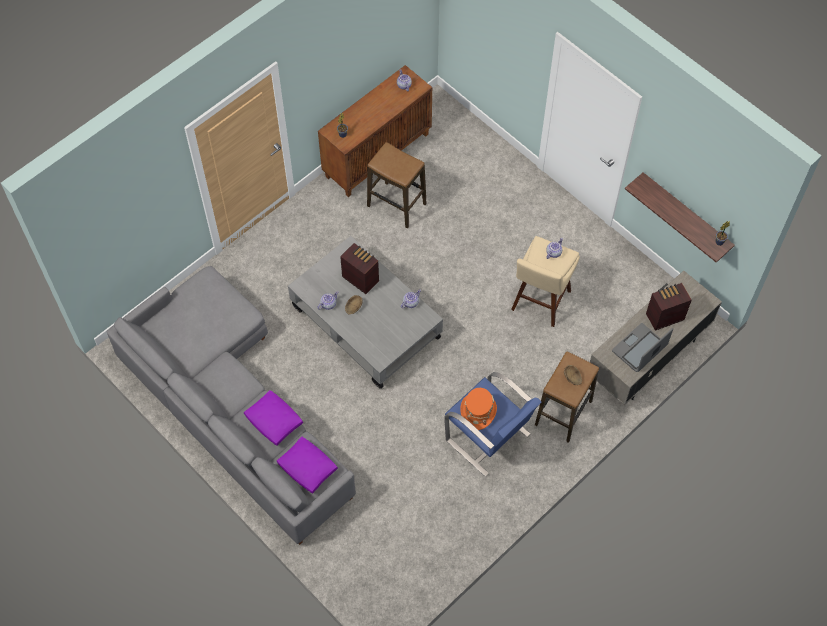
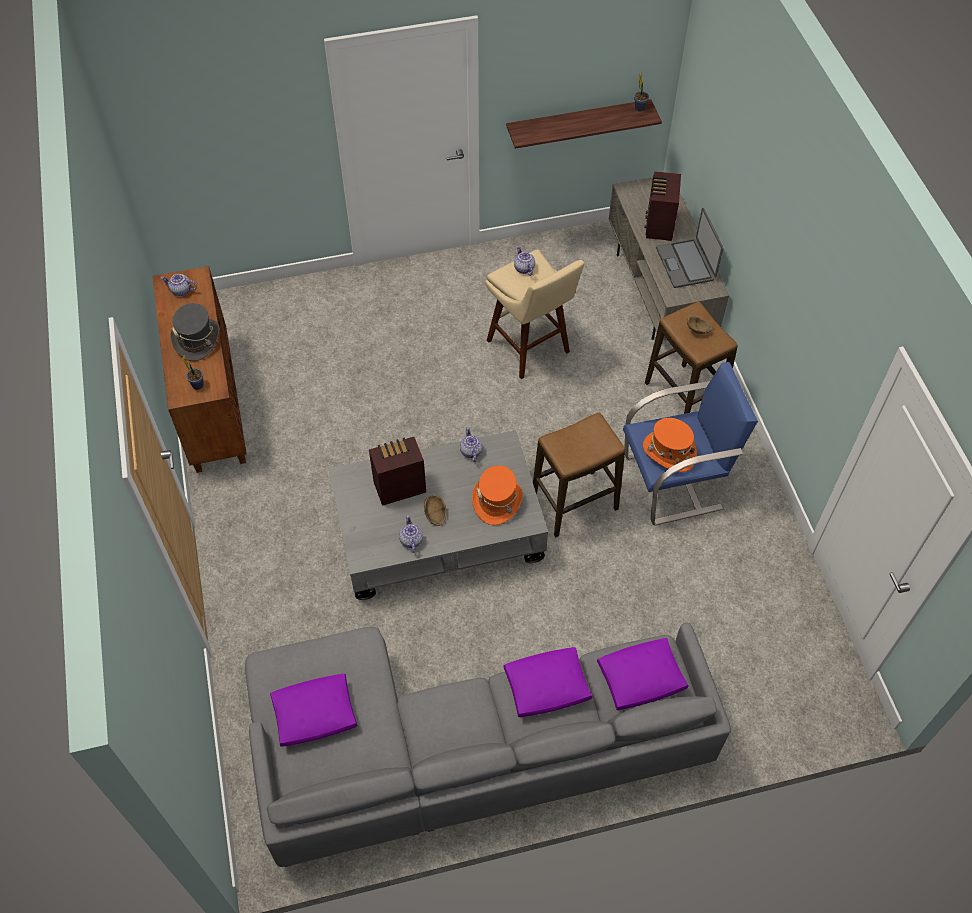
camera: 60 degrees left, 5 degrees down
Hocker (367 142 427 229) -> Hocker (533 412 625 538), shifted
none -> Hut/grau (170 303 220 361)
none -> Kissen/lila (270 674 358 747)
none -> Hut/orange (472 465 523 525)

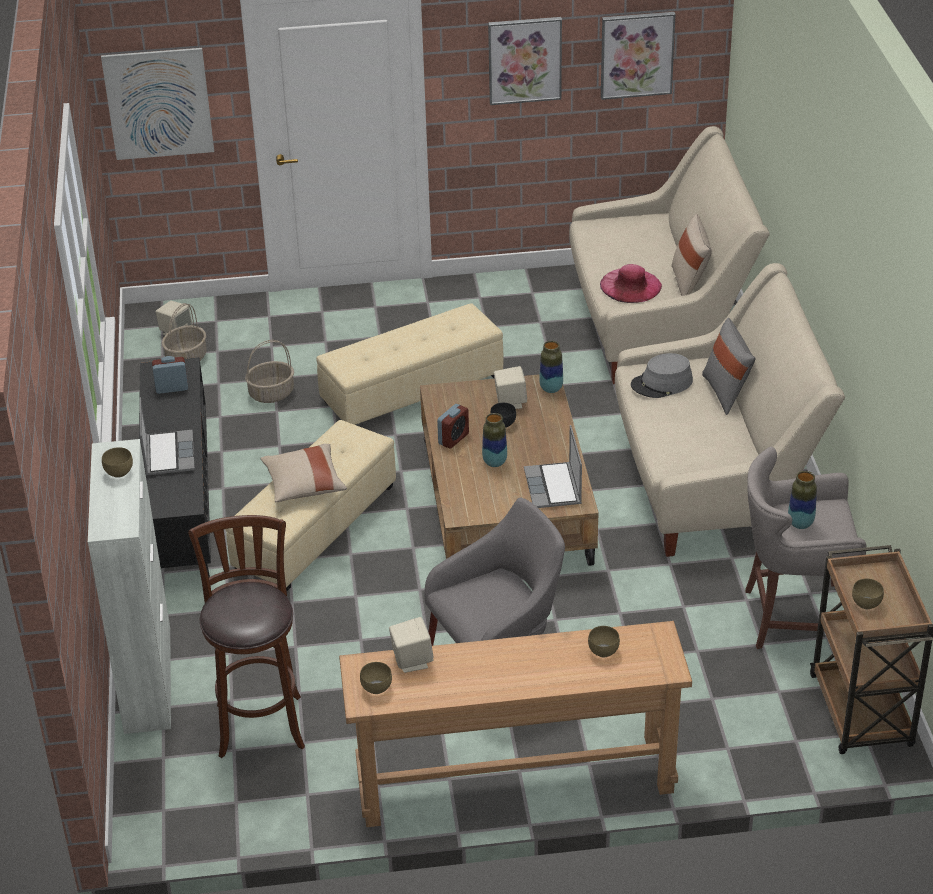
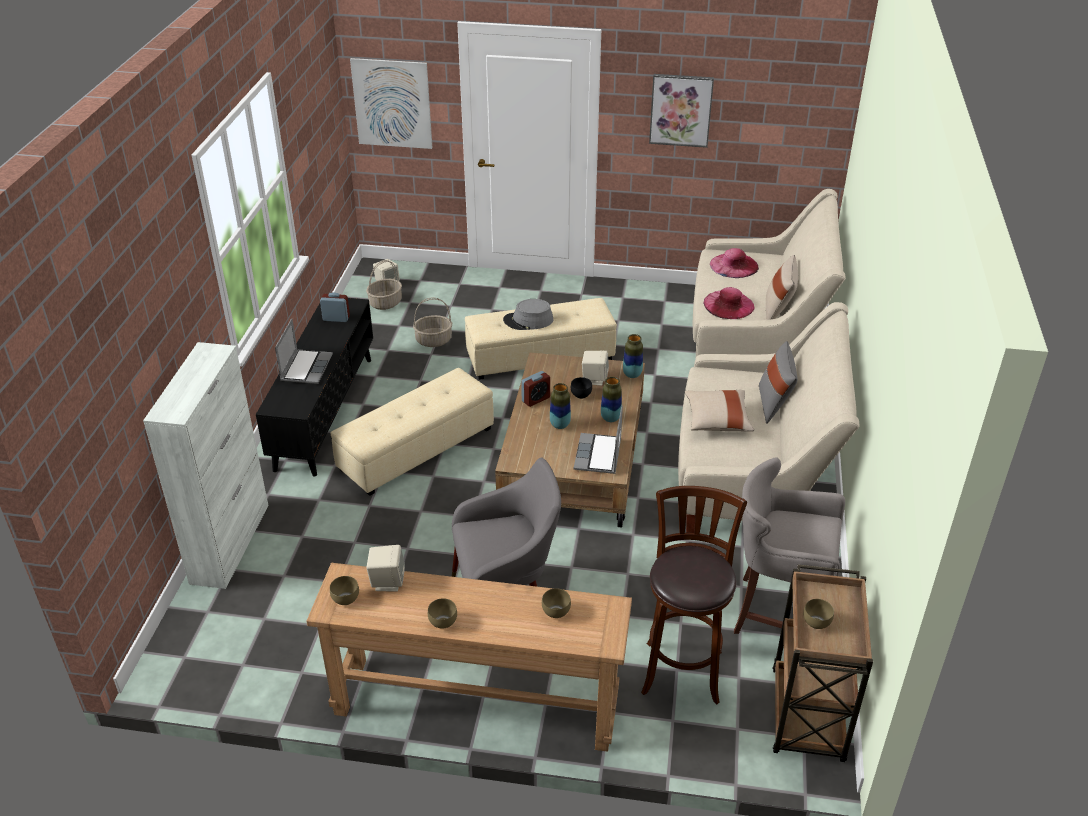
camera: 15 degrees right, 0 degrees up
Schüssel/braun (102 447 133 478) -> Schüssel/braun (428 598 457 629), shifted
Hocker/braun (188 515 305 758) -> Hocker/braun (641 486 747 704), shifted
Kissen/beige (261 444 347 502) -> Kissen/beige (685 390 754 432), shifted
Bild (601 12 676 100) -> none
Hut/grau (631 353 693 398) -> Hut/grau (503 299 553 330), shifted
Vase (788 471 817 529) -> Vase (601 377 622 422), shifted
none -> Hut/rosa (710 248 759 278)

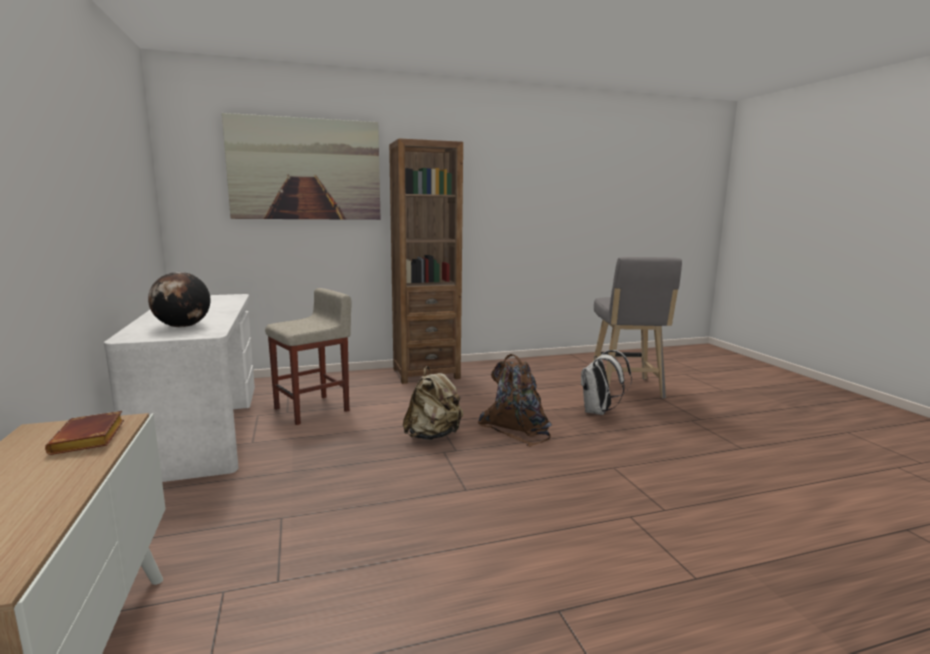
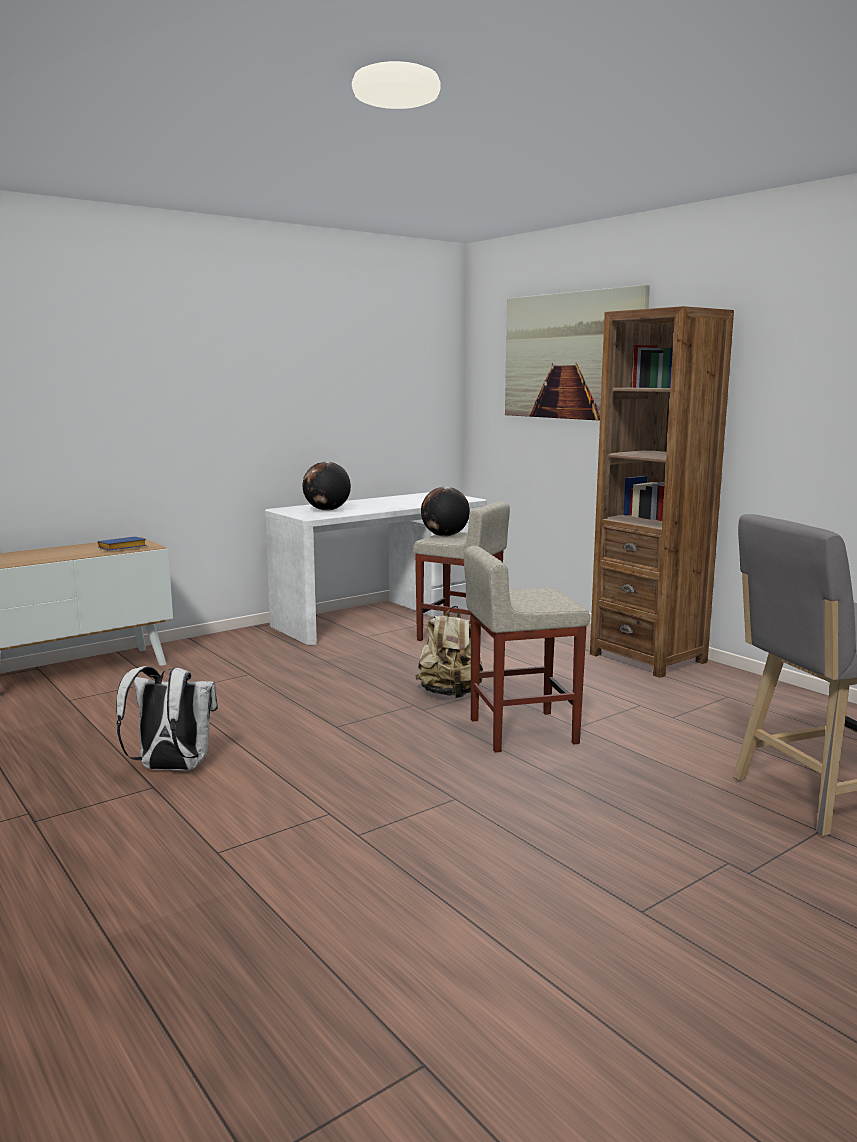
camera: 70 degrees right, 0 degrees up
Buch/braun (45 411 124 455) -> Buch/blau (98 537 147 551)
Rucksack/braun (478 354 552 447) -> Hocker/beige (464 546 590 753)
Rucksack/weiß (581 350 632 415) -> Rucksack/weiß (116 666 218 770), shifted
none -> Globus (421 487 470 536)

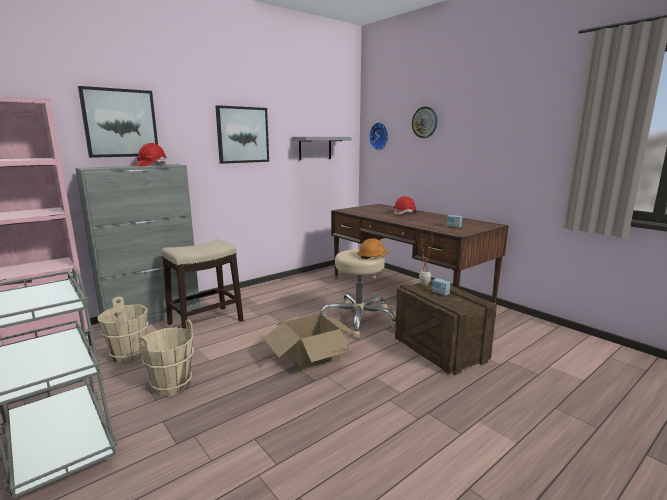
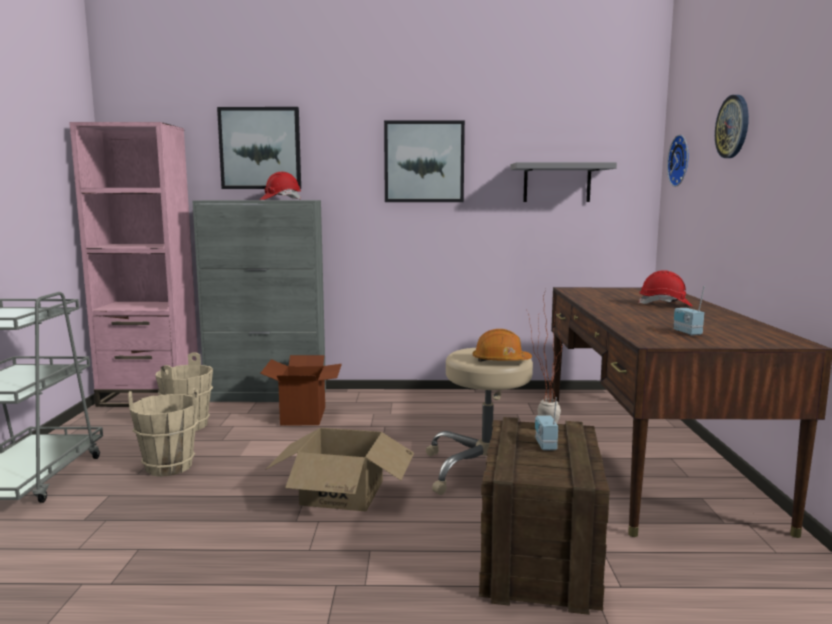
camera: 40 degrees right, 5 degrees down
Hocker (161 239 243 329) -> Karton (260 355 342 426)

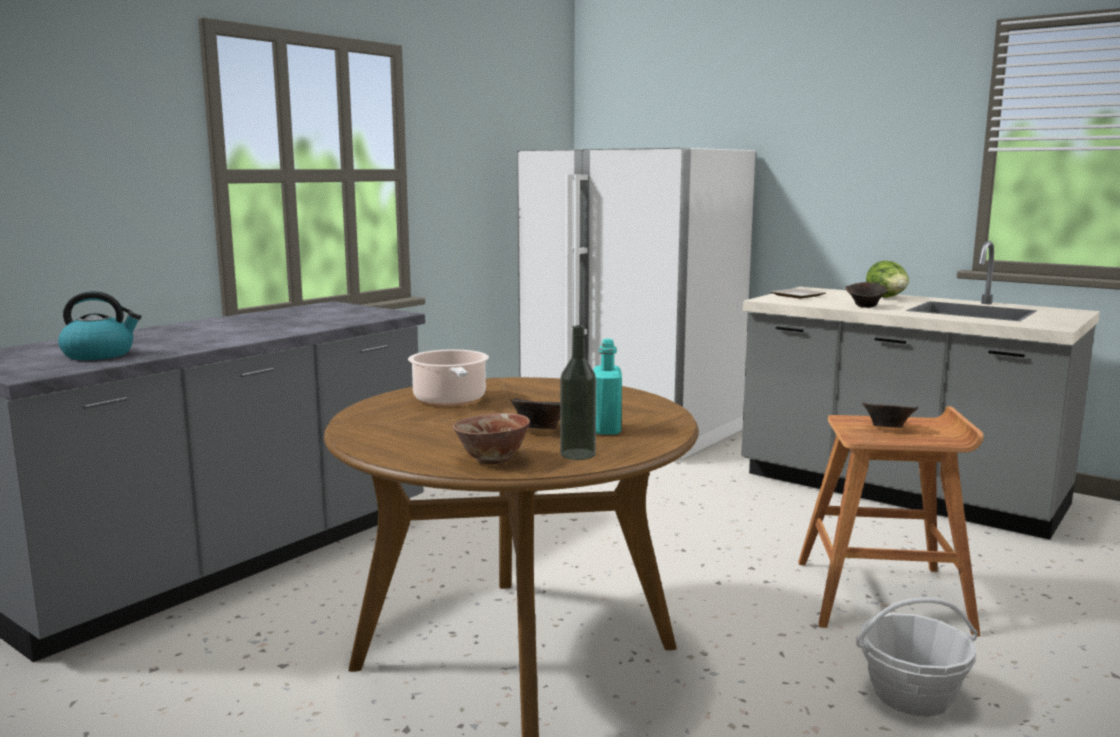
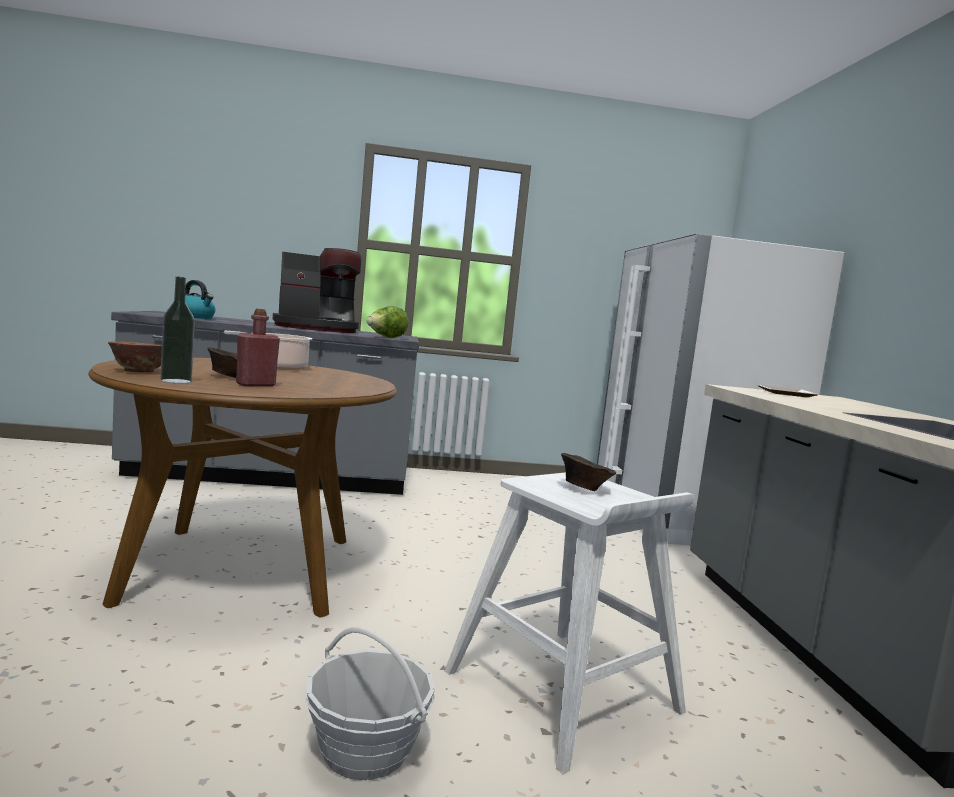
camera: 45 degrees right, 5 degrees down
Flasche/türkis (594 339 622 434) -> Flasche/rot (236 309 280 386)
Hocker/braun (798 406 984 637) -> Hocker/weiß (445 472 694 774)
Schüssel/braun (846 282 887 308) -> none
Salatkopf (866 261 909 298) -> Salatkopf (366 306 409 338), shifted
none -> Kaffeemaschine (273 248 361 333)

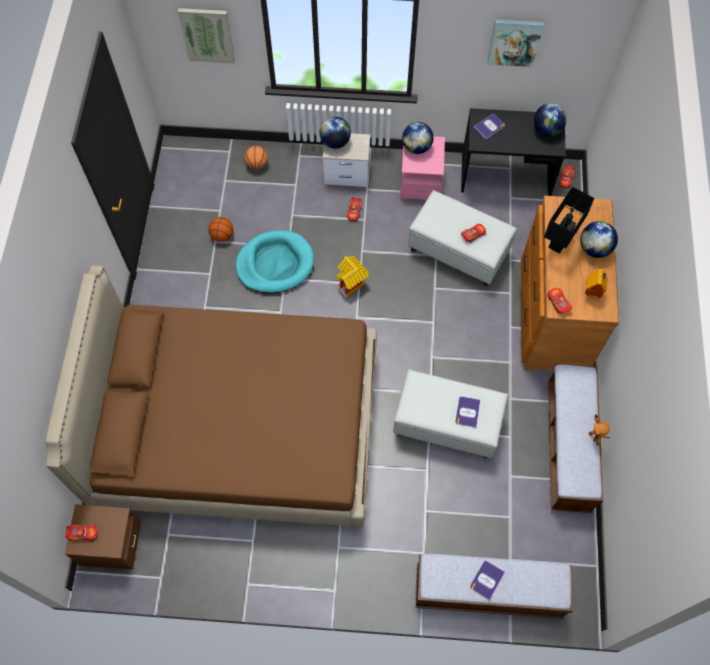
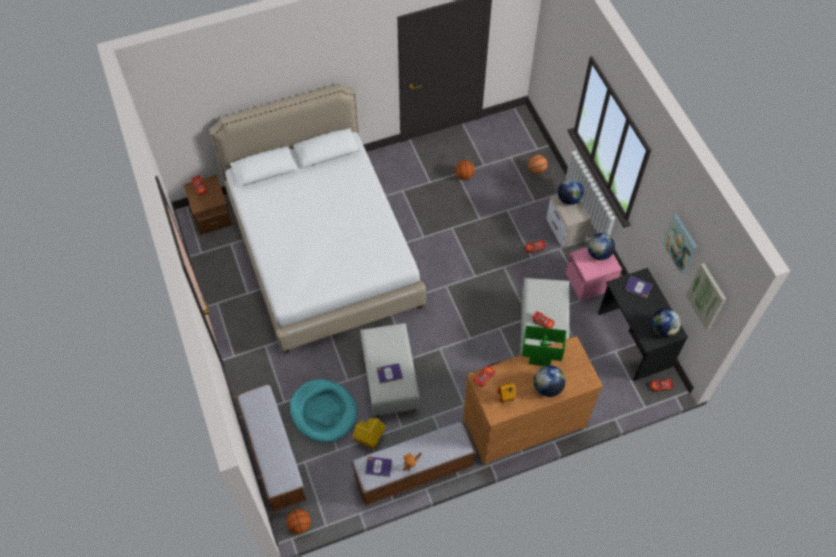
camera: 65 degrees right, 5 degrees down
Bett/braun (45 266 377 528) -> Bett/weiß (209 83 426 354)
Bild (178 8 235 64) -> Bild (686 263 726 330), shifted
Hundebett/türkis (235 230 314 294) -> Hundebett/türkis (290 379 357 443), shifted
Spielzeughaus (337 256 369 298) -> Spielzeughaus (353 418 386 449), shifted
Buch (470 561 505 600) -> Buch (365 457 392 477), shifted
Tischlampe/schwarz (544 187 594 253) -> Tischlampe/grün (522 325 566 366)
none -> Basketball (287 509 311 534)

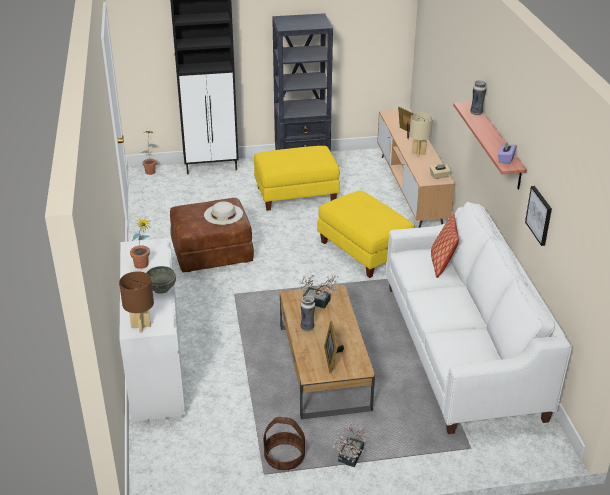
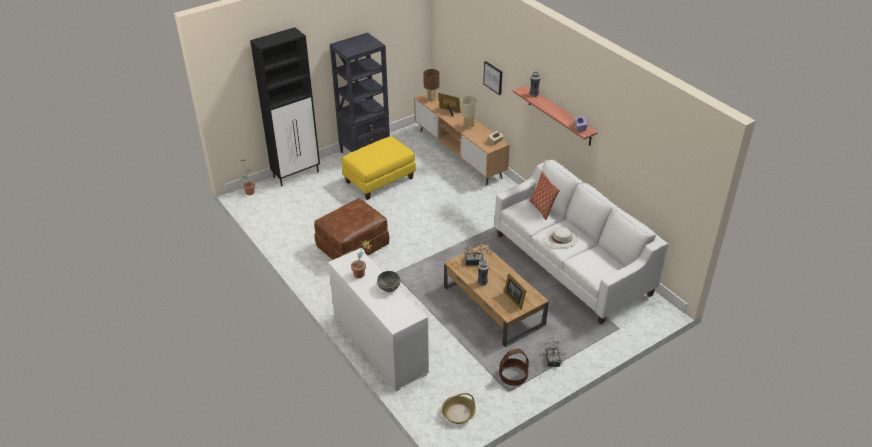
camera: 25 degrees left, 5 degrees up
Tischlampe/braun (119 271 154 333) -> Tischlampe/braun (423 69 440 101), shifted
Hut/weiß (204 202 243 225) -> Hut/weiß (546 227 578 248), shifted
Polsterhocker/gelb (317 190 415 278) -> none
Bild (525 186 552 246) -> Bild (483 61 502 95), shifted
none -> Korb (441 393 476 424)

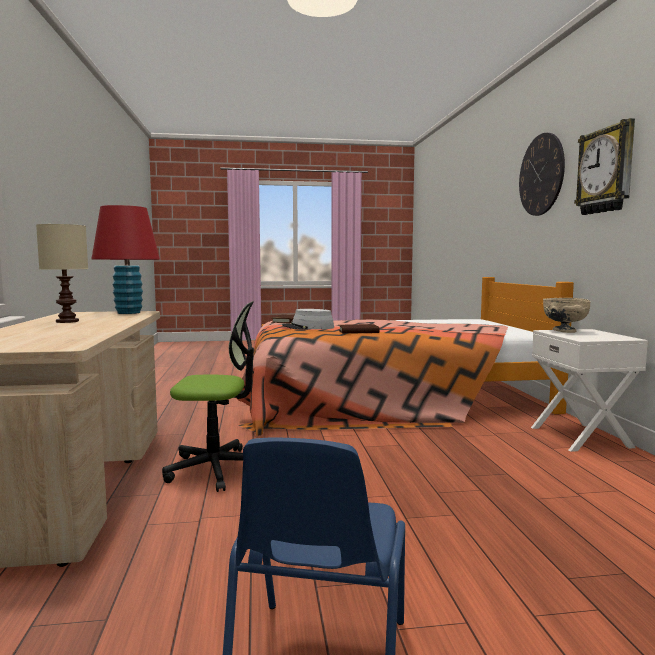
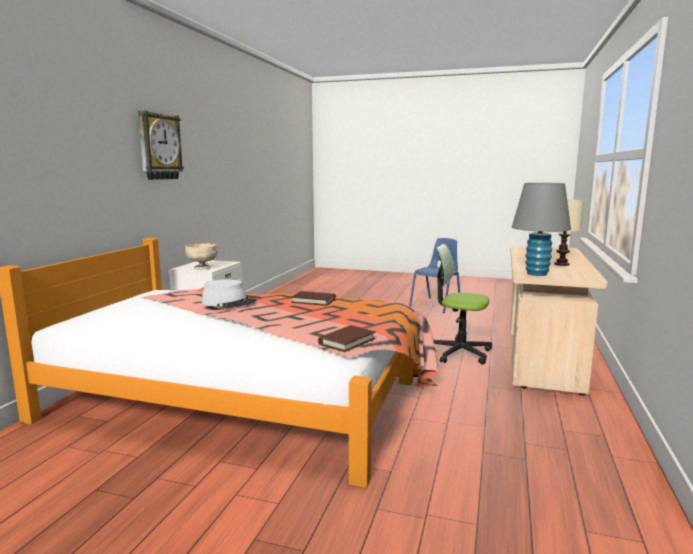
camera: 155 degrees left, 5 degrees up
Tischlampe/rot (91 205 160 314) -> Tischlampe/grau (512 183 571 276)
Hut/grau (282 309 334 330) -> Hut/grau (202 280 257 308), shifted
Wanduhr (519 133 565 216) -> none

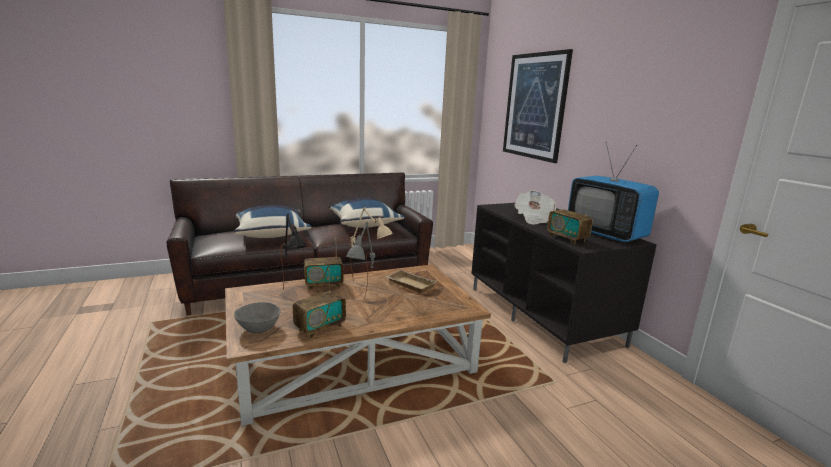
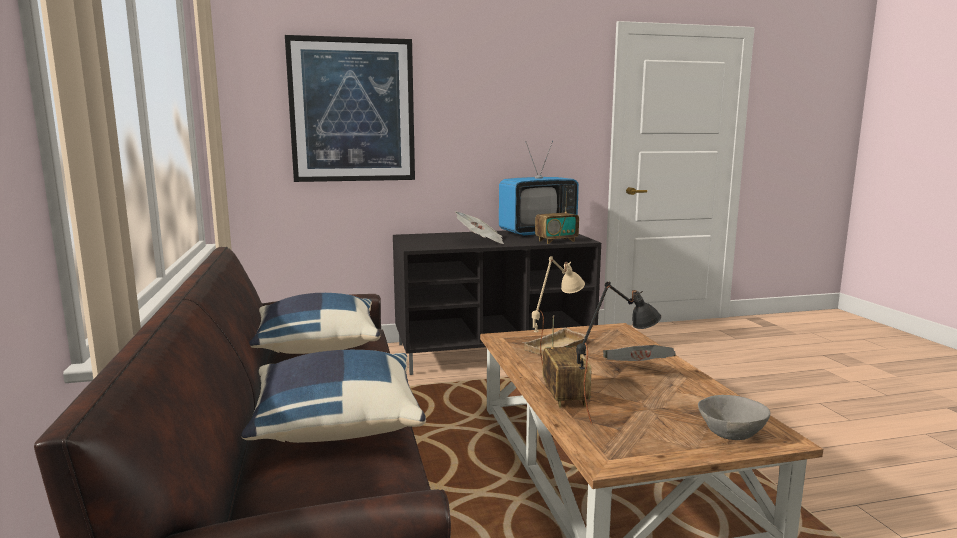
camera: 80 degrees left, 5 degrees down
Radio (293 269 346 339) -> none
Tischlampe/grau (346 222 375 299) -> Zeitung (603 345 676 361)

